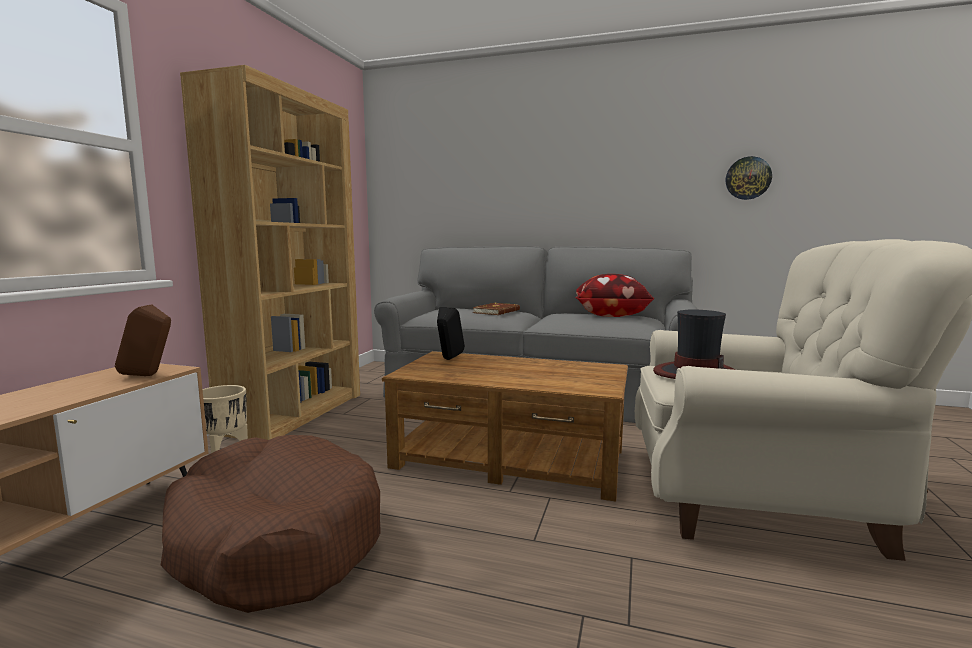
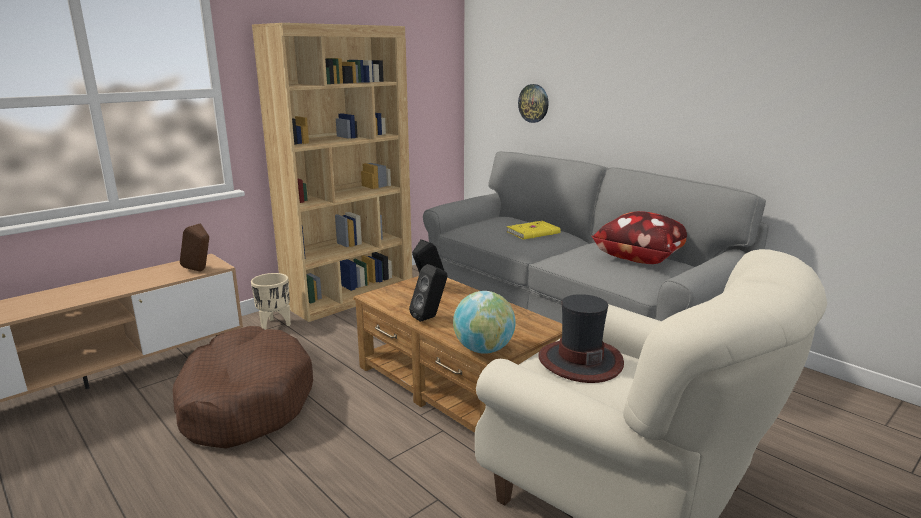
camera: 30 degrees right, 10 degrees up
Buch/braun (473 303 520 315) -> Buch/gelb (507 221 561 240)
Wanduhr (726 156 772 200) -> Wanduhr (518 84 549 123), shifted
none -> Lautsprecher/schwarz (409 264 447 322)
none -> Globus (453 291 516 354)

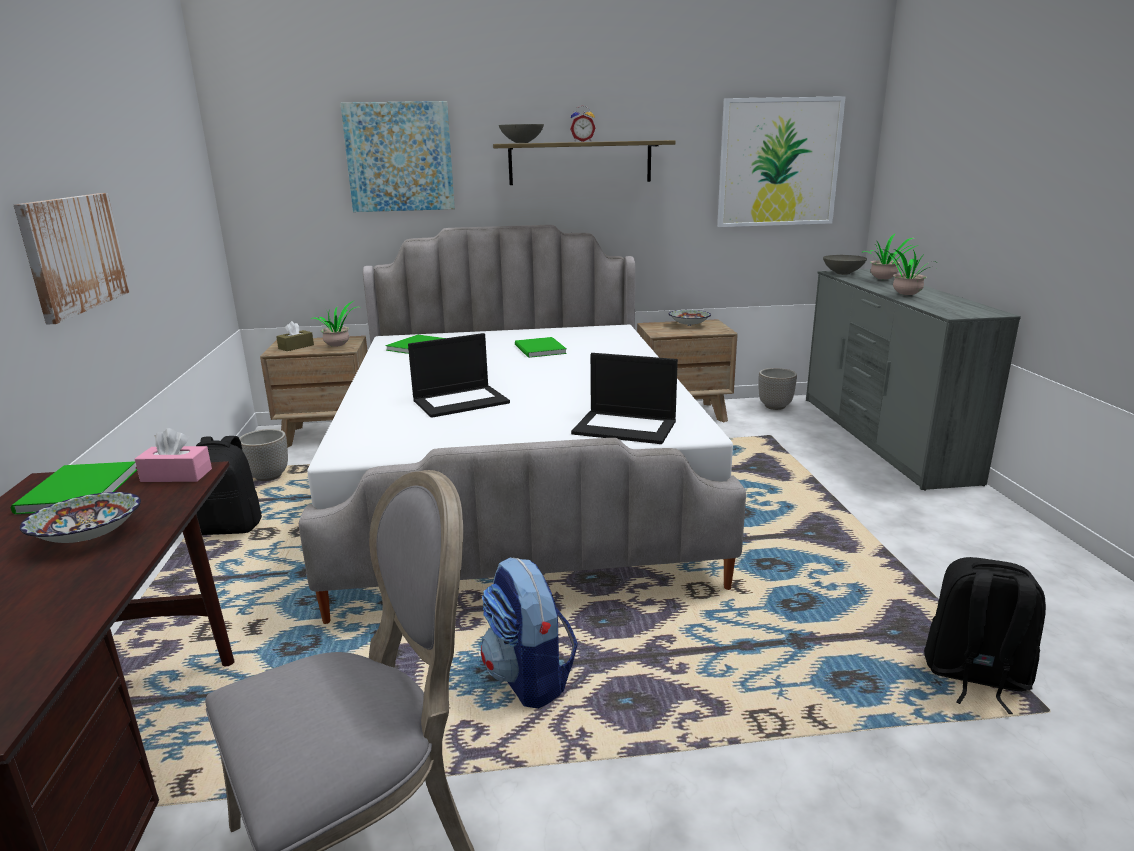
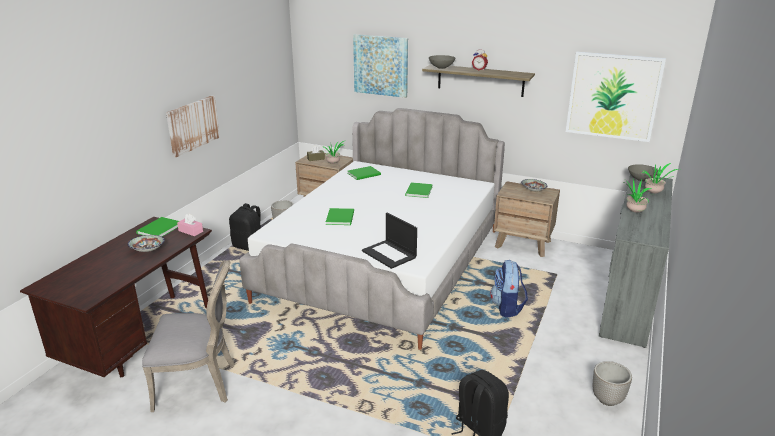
camera: 30 degrees right, 5 degrees up
Laptop (408 333 510 418) -> Buch/grün (326 208 354 225)
Rucksack (481 557 578 709) -> Rucksack (490 260 528 317), shifted
Pflanzkübel (759 368 797 410) -> Pflanzkübel (593 361 632 406), shifted

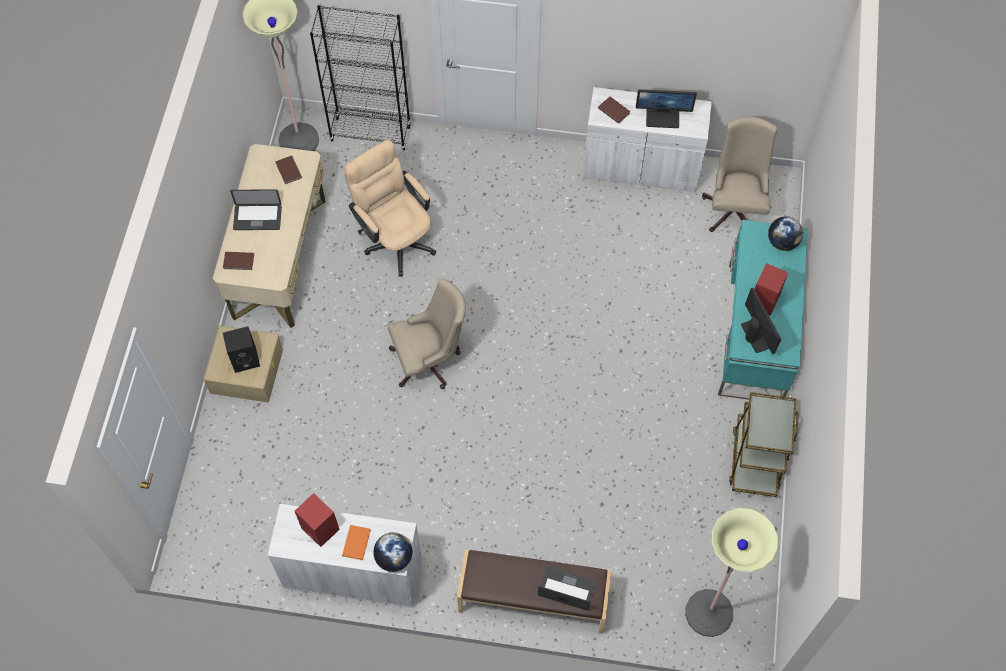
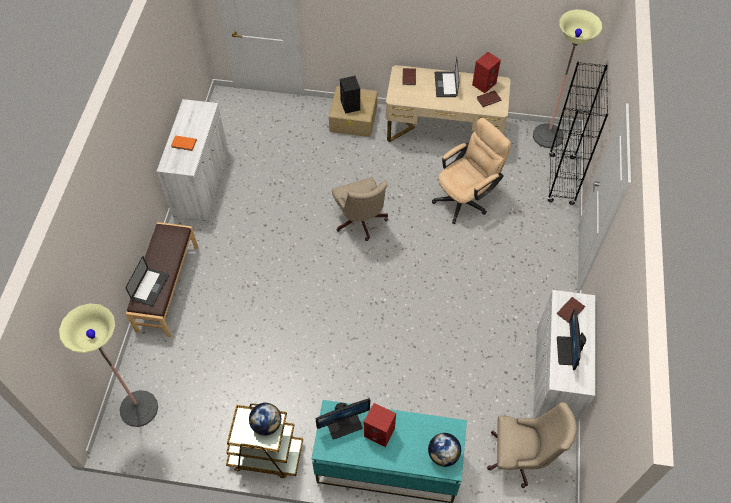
camera: 90 degrees right, 5 degrees down
Lautsprecher/rot (295 493 340 547) -> Lautsprecher/rot (472 52 501 93), shifted
Globus (373 532 413 572) -> Globus (249 403 281 436), shifted

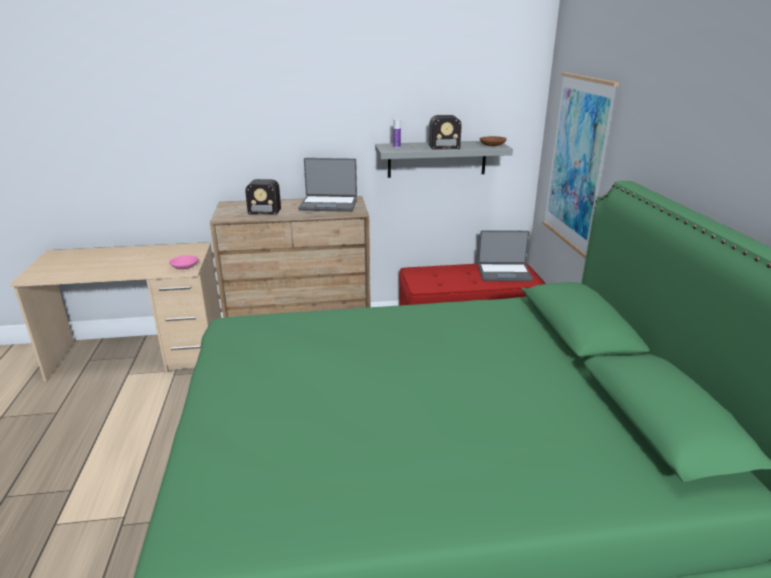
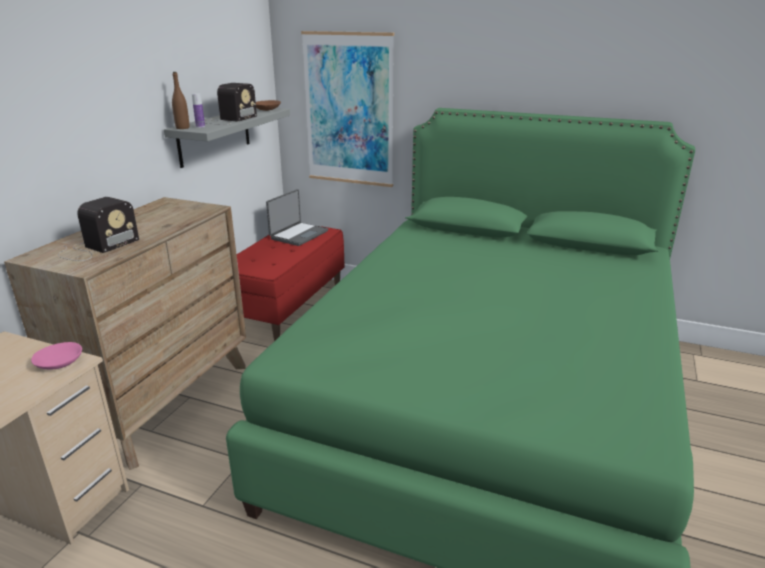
camera: 60 degrees left, 0 degrees up
Laptop (298 158 357 212) -> none
none -> Flasche/braun (172 72 190 129)

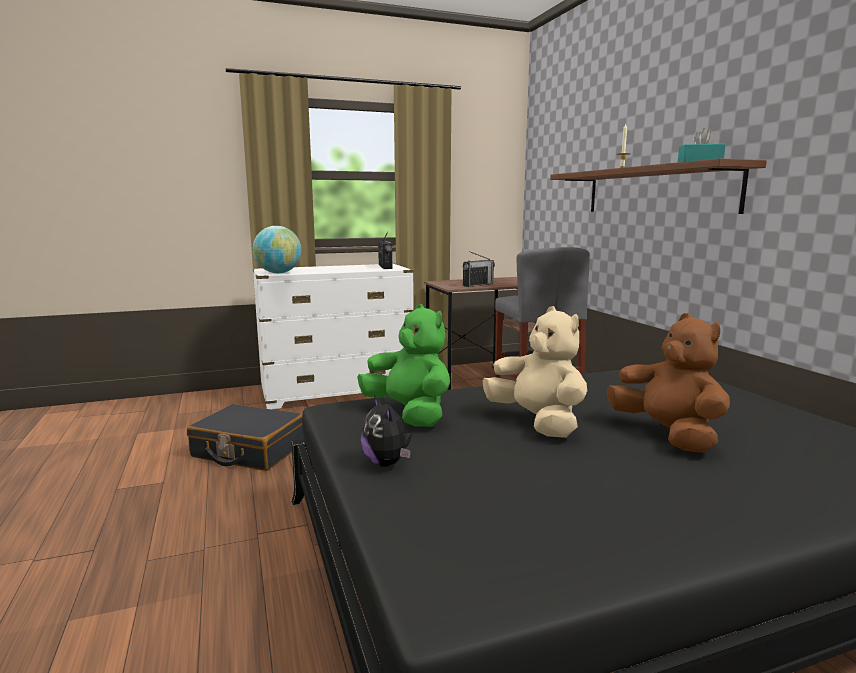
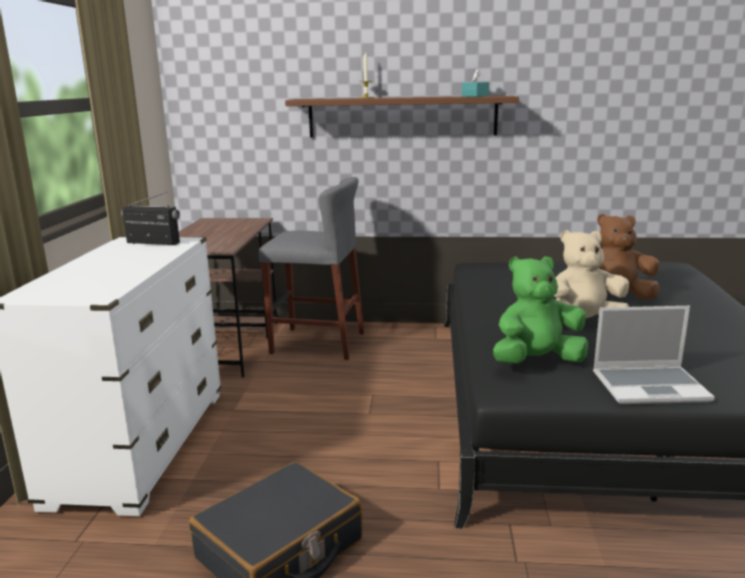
camera: 65 degrees left, 5 degrees up
Globus (253 226 301 273) -> none
Plüschtier (361 395 412 467) -> Laptop (593 306 715 404)
Radio (463 251 495 287) -> none

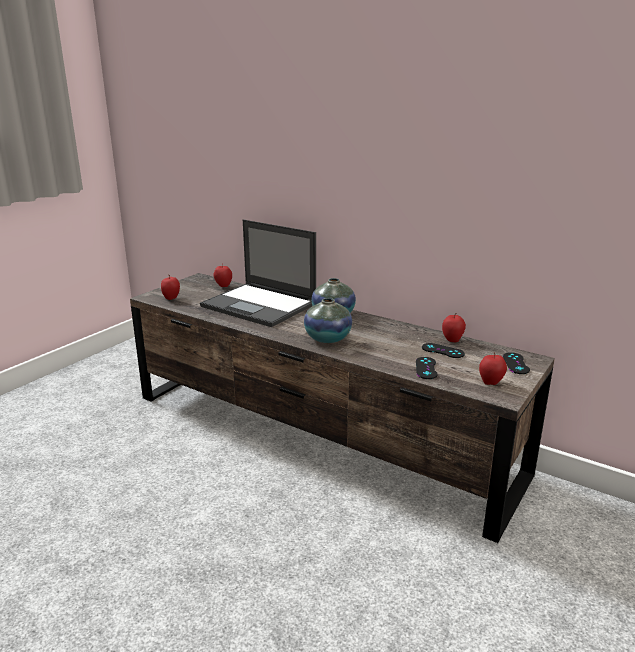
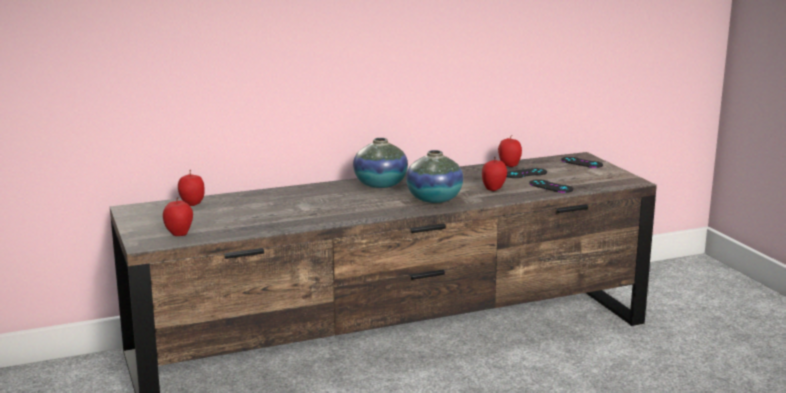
camera: 55 degrees left, 5 degrees down
Laptop (200 219 316 327) -> none
Apfel (479 353 507 385) -> Apfel (482 157 507 191), shifted

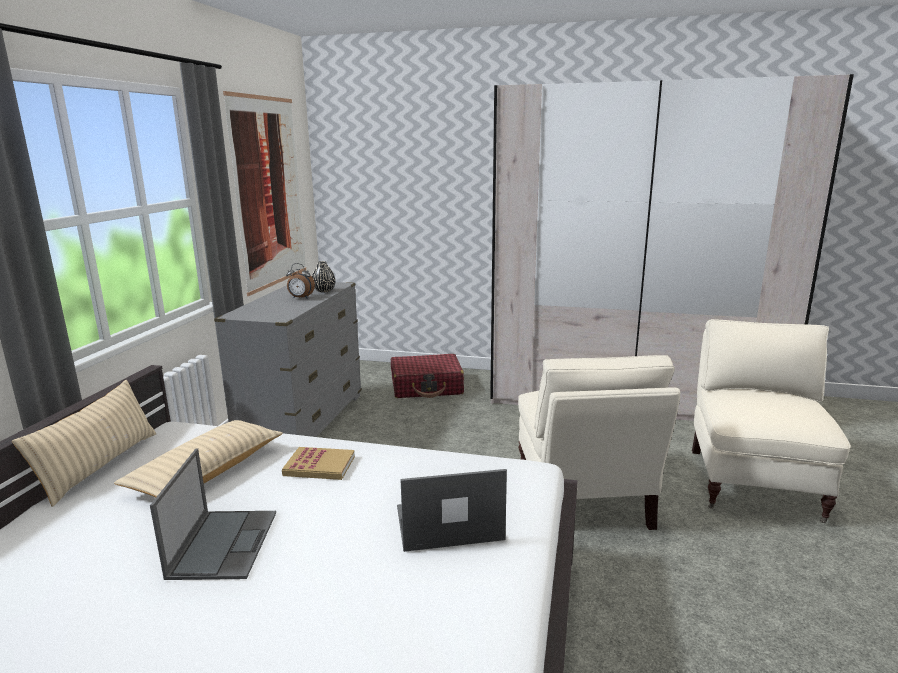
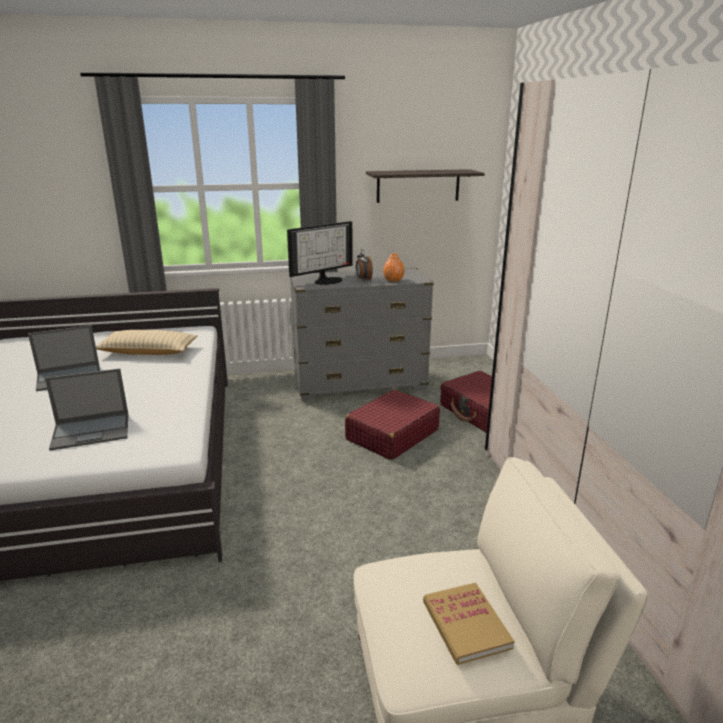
camera: 65 degrees right, 5 degrees up
Kissen/beige (12 380 156 507) -> none
Bild (223 91 306 296) -> Wandregal (366 169 485 203)
Buch (282 447 355 480) -> Buch (423 582 514 665), shifted
Vase/schwarz (312 261 336 292) -> Vase/orange (383 253 405 282)
Laptop (397 469 507 552) -> Laptop (45 368 128 450), 105 degrees clockwise
Sessel/beige (518 355 680 530) -> none
none -> Monitor (287 221 353 285)
none -> Koffer/rot (345 389 440 460)

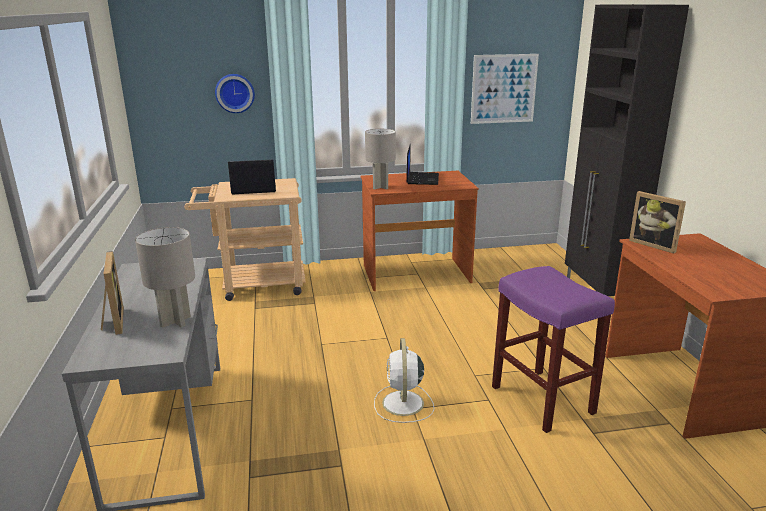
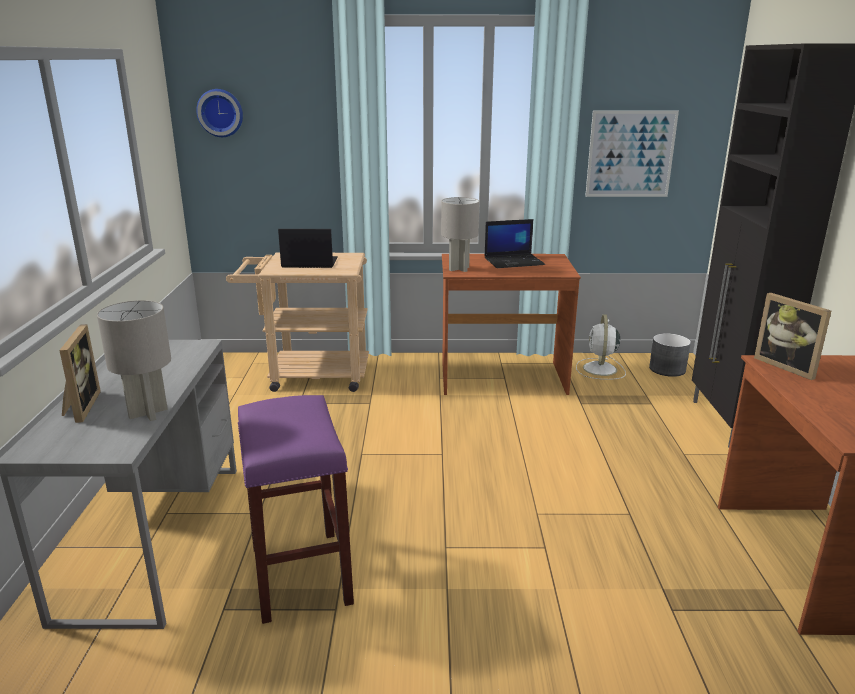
camera: 10 degrees right, 0 degrees up
Wanduhr (215 74 255 113) -> Wanduhr (196 89 243 137), shifted
Ventilator/weiß (374 338 434 423) -> Ventilator/weiß (576 314 626 380), shifted
Laptop (406 144 439 185) -> Laptop (484 219 545 268), 60 degrees clockwise
Hocker/lila (492 266 615 433) -> Hocker/lila (238 395 354 624), shifted
none -> Pflanzkübel/grau (649 333 691 377)

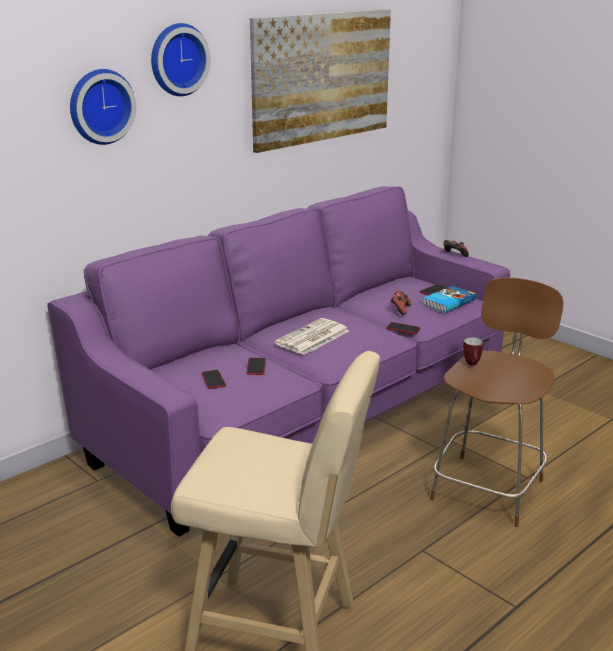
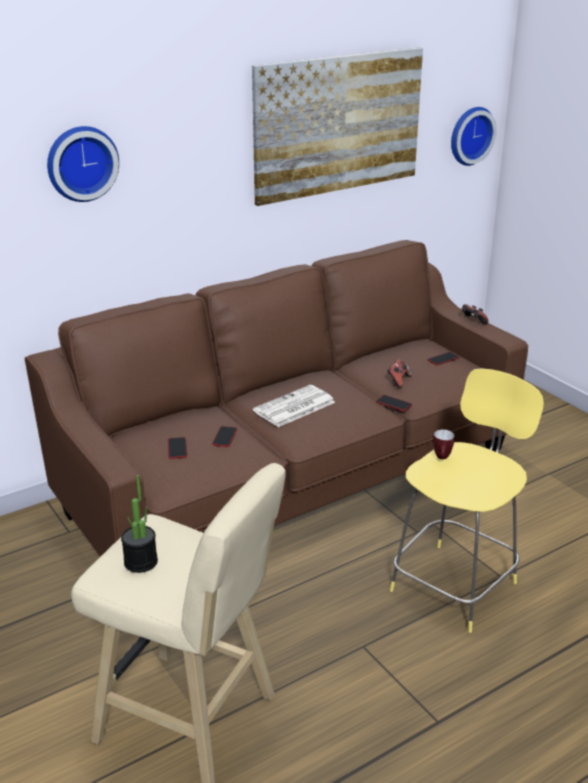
camera: 10 degrees right, 5 degrees up
Sofa/lila (47 186 510 537) -> Sofa/braun (25 240 528 557)
Wanduhr (151 23 211 96) -> Wanduhr (451 107 497 166), shifted
Buch (423 286 476 313) -> none
Hocker/braun (430 277 564 527) -> Hocker/gelb (390 368 544 633)
none -> Topfpflanze (121 475 158 573)

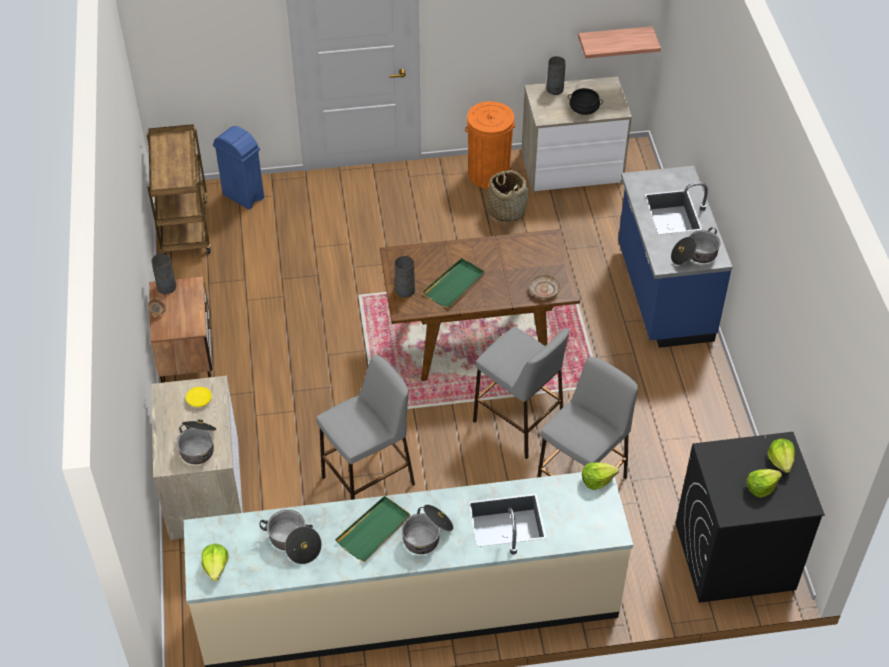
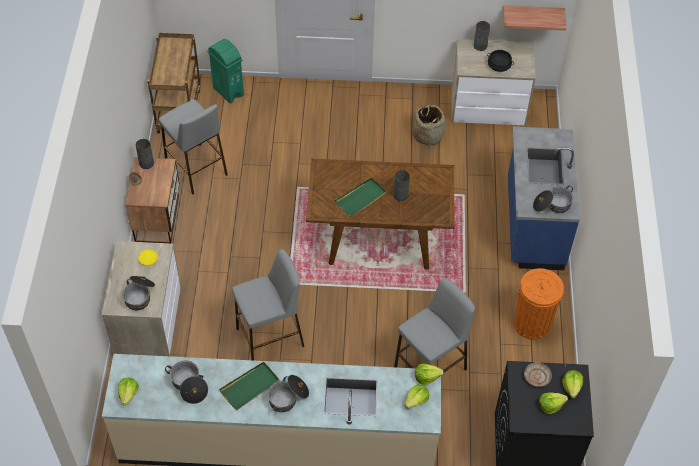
camera: 10 degrees right, 5 degrees up
Mülleimer/blau (213 126 264 209) -> Mülleimer/grün (207 39 244 103)
Vase/grau (395 256 415 297) -> Vase/grau (393 170 410 201), shifted
Mülleimer/orange (465 101 515 189) -> Mülleimer/orange (514 268 564 340), shifted
Hocker/grau (473 327 569 459) -> Hocker/grau (159 99 228 195), shifted
Teller/beige (529 275 561 299) -> Teller/beige (524 362 552 387), shifted
none -> Salatkopf (405 384 429 409)

